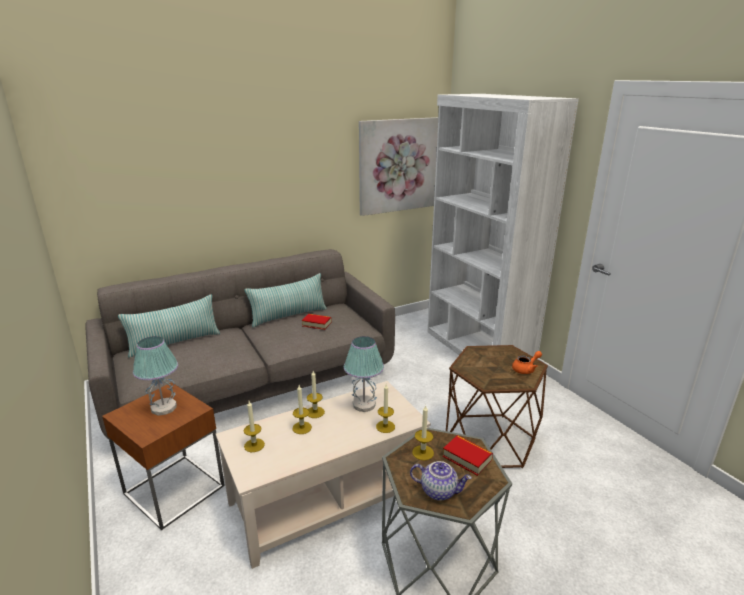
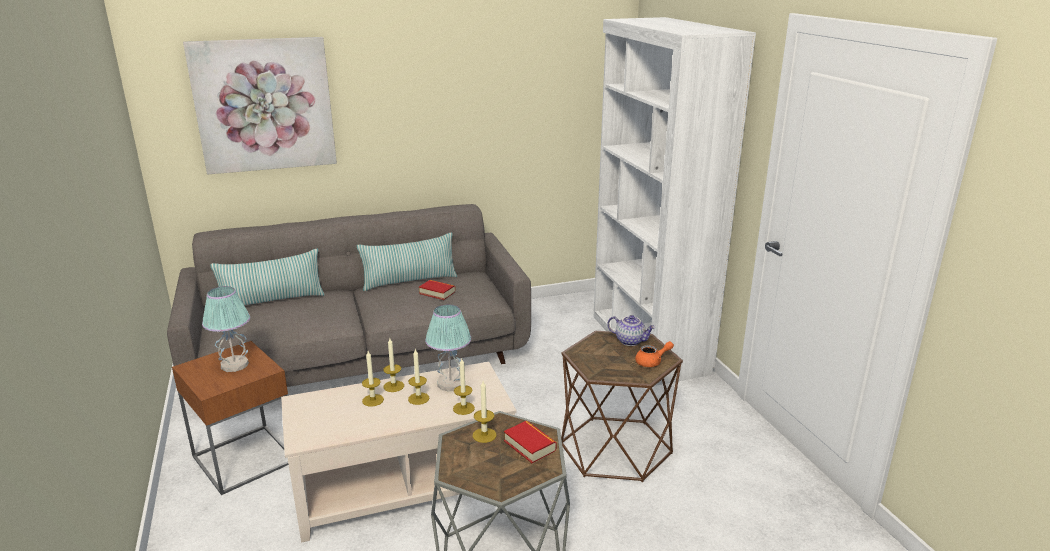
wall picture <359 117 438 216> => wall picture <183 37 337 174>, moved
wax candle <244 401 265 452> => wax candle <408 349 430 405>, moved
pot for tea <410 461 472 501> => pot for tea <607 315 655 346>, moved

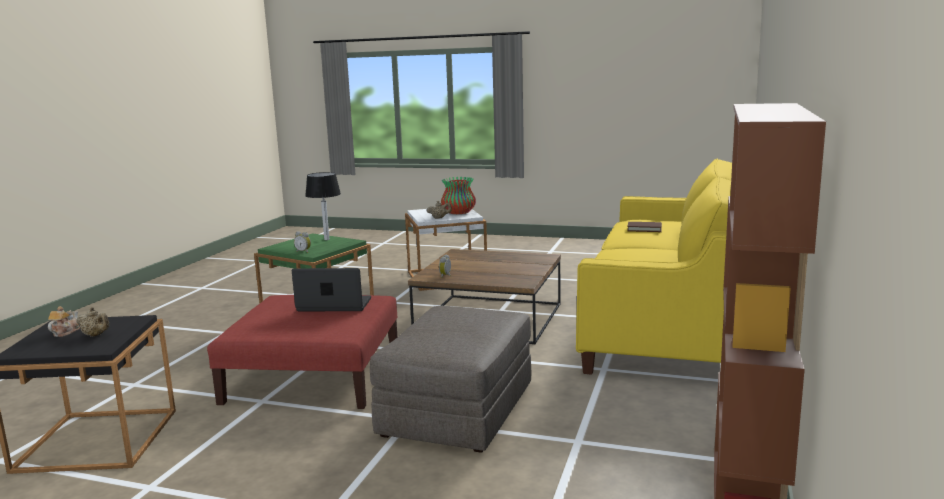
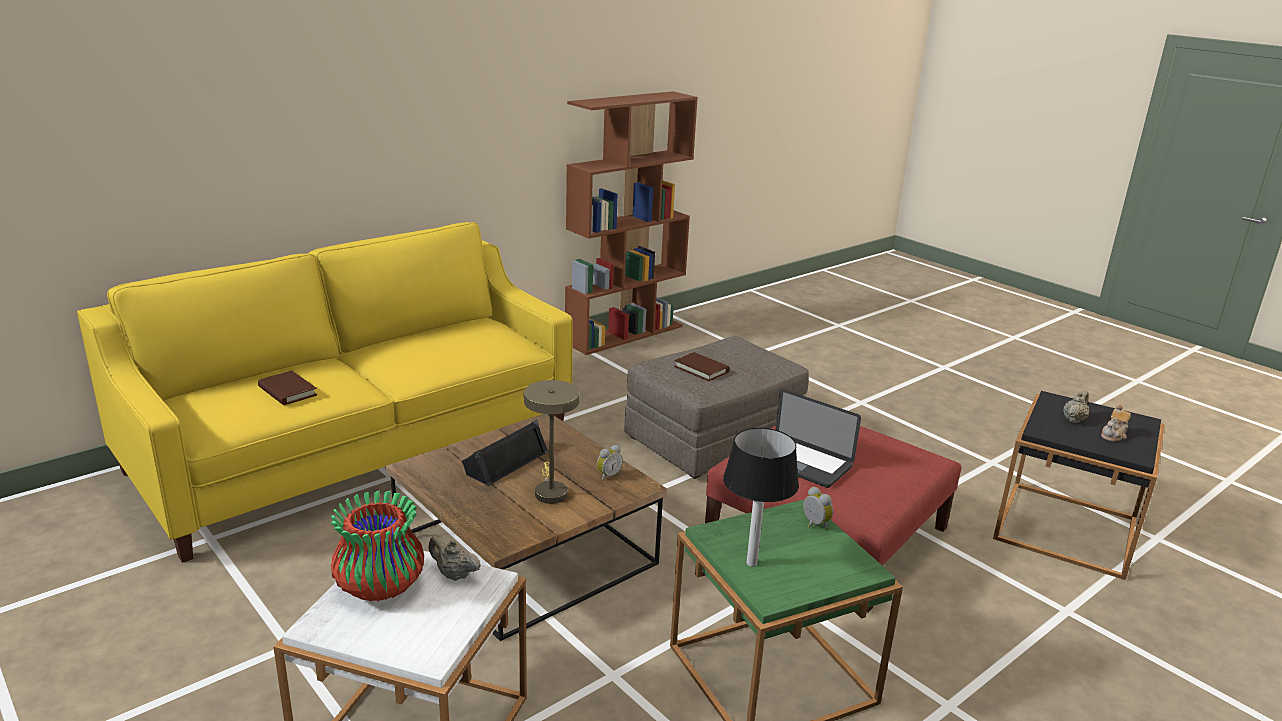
beige pot for tea <76 307 109 337> => beige pot for tea <1063 390 1089 423>, 75 degrees clockwise
nothing => brownish book <674 352 730 381>
nothing => beige tabletop lamp <524 380 579 504>
nothing => blackish audio speaker <462 420 549 486>

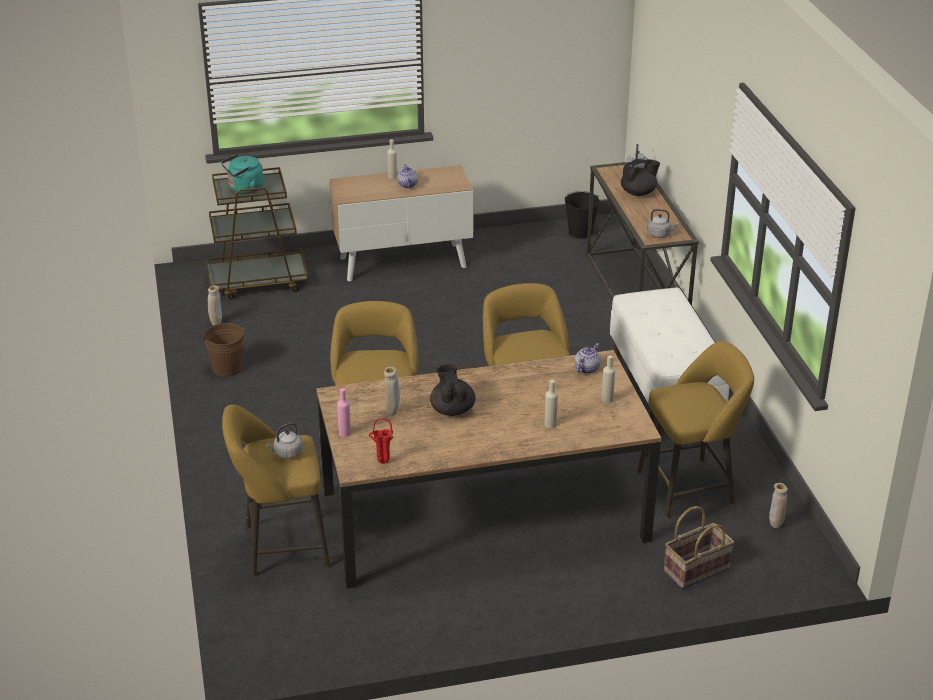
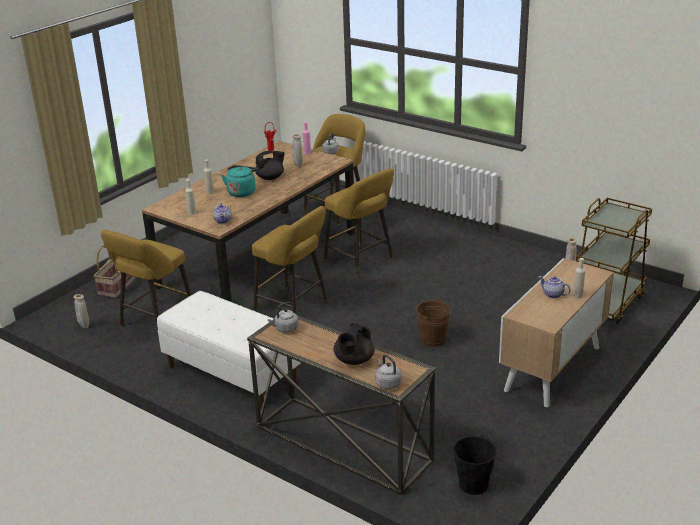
turquoise-coloured kettle <221 154 264 194> => turquoise-coloured kettle <221 165 258 197>, moved
brownish water bucket <202 323 246 377> => brownish water bucket <416 299 451 347>, moved
blackish pot for tea <430 364 476 416> => blackish pot for tea <255 151 285 180>, 60 degrees counterclockwise

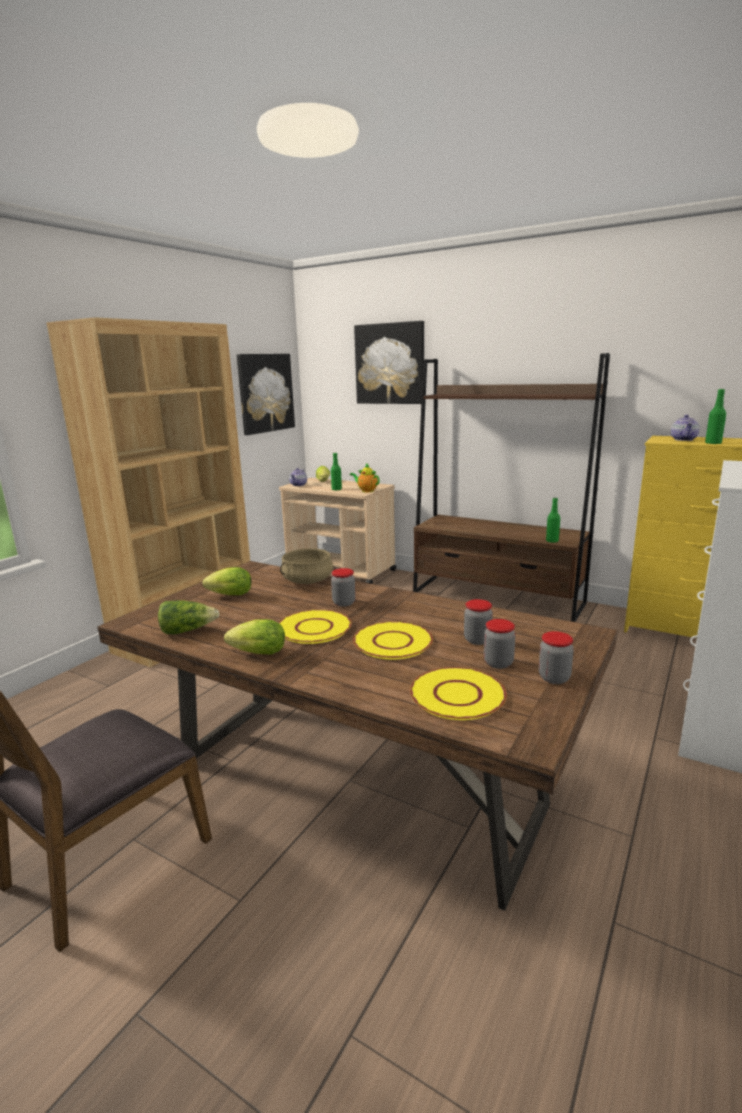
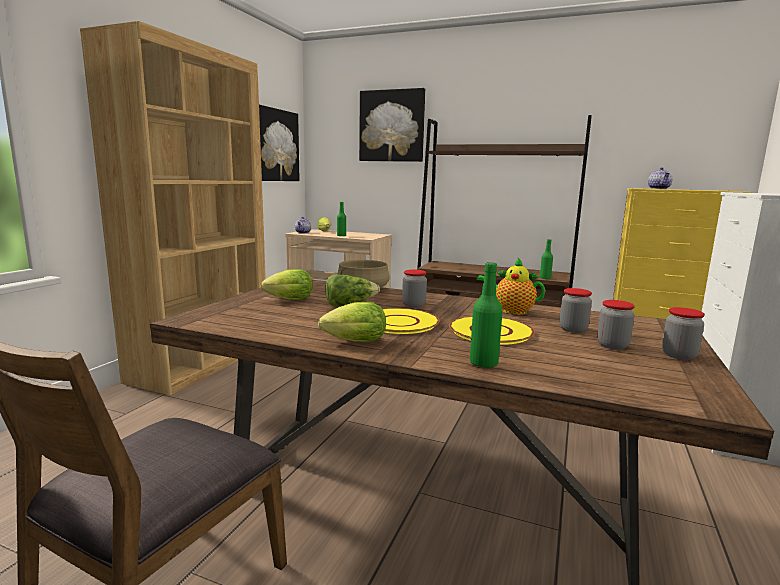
green-coloured beverage bottle <705 389 726 445> => green-coloured beverage bottle <470 262 503 368>, moved
pot for tea <350 463 380 492> => pot for tea <477 258 545 315>, moved
lettuce <158 600 220 634> => lettuce <325 275 380 307>, moved
yellow dinner plate <410 667 507 720> => nothing

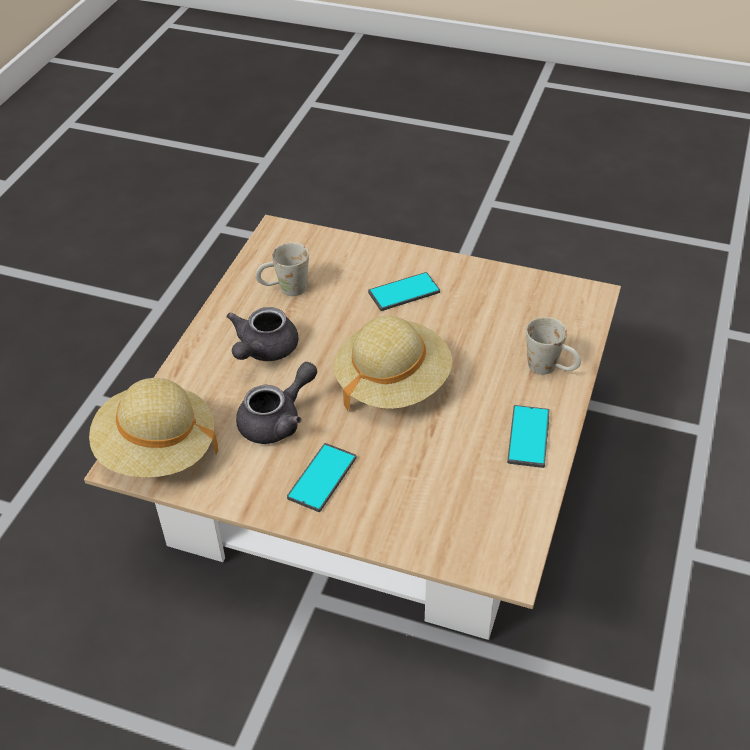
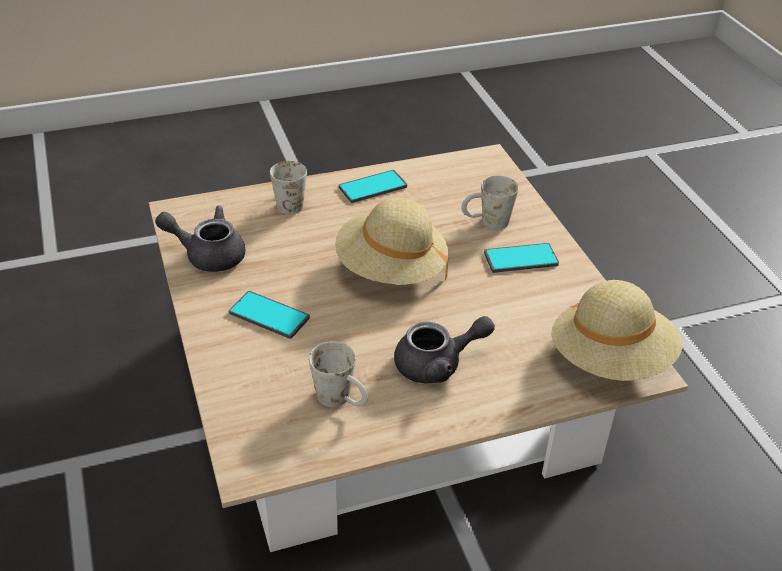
grey pot for tea <236 362 317 444> => grey pot for tea <155 206 246 272>, moved
nothing => white-coloured mug <461 176 519 230>

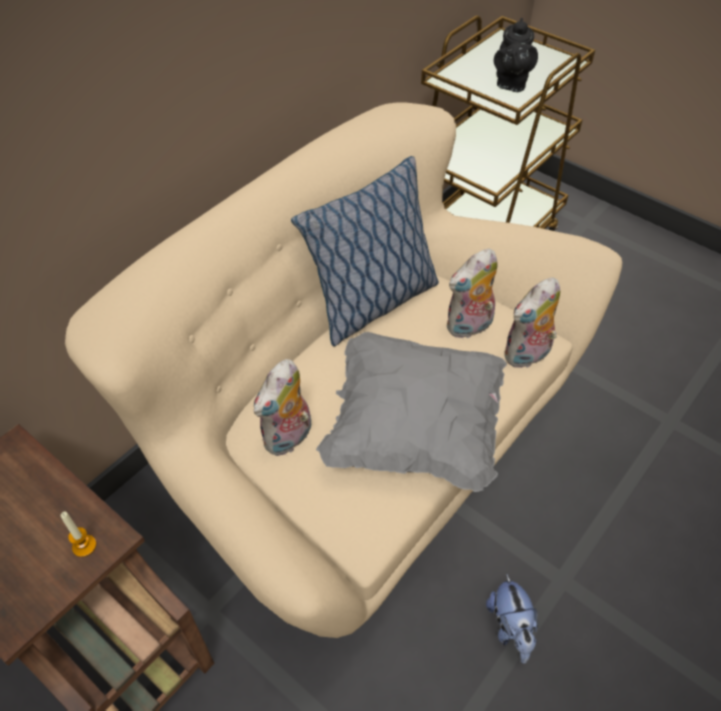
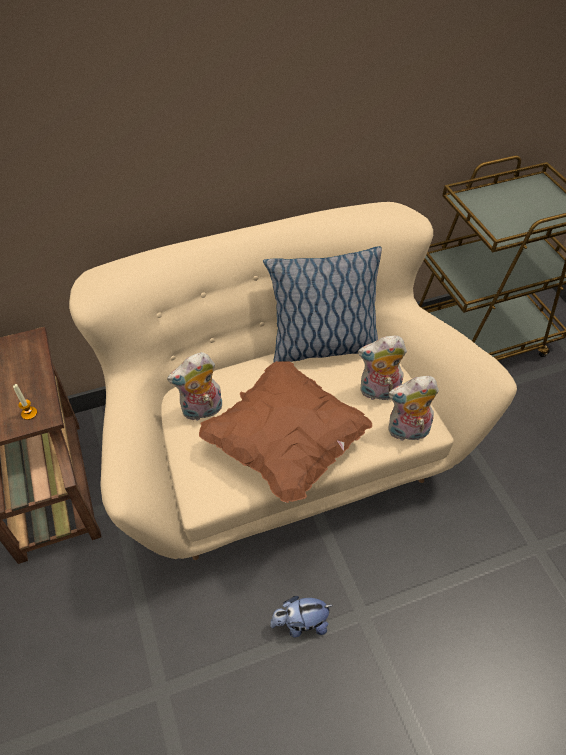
blackish pot for tea <494 18 538 92> => nothing
grey cushion <316 332 507 492> => brownish cushion <199 361 372 503>
soft toy <486 573 538 664> => soft toy <270 596 333 638>, 60 degrees clockwise

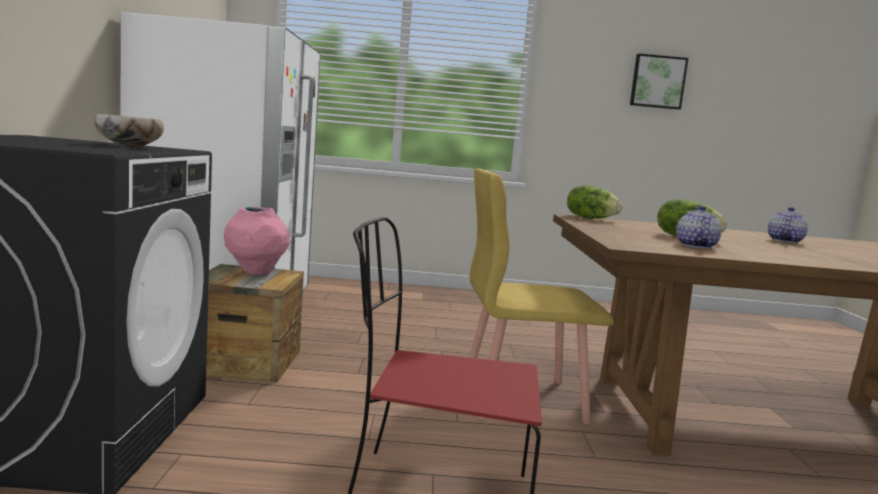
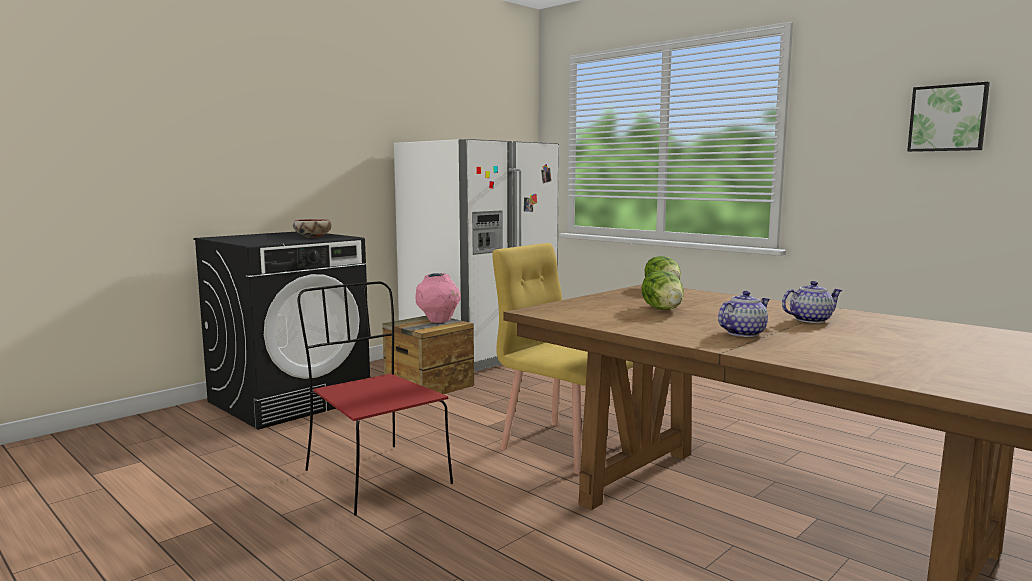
pot for tea <676 206 722 249> => pot for tea <718 291 770 337>, moved

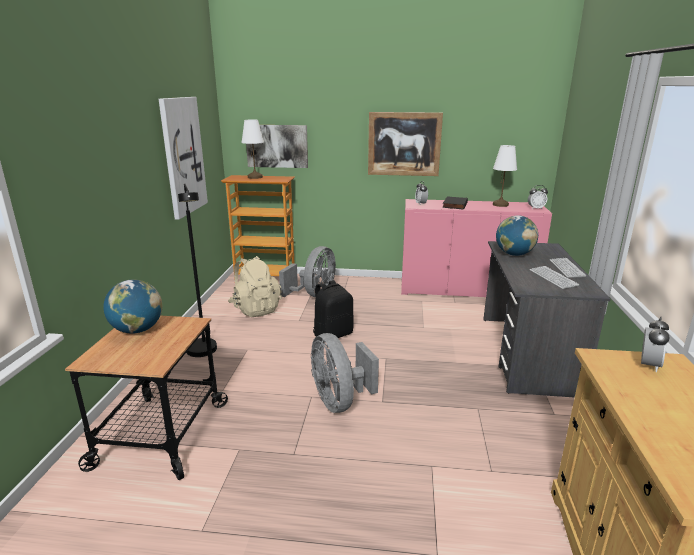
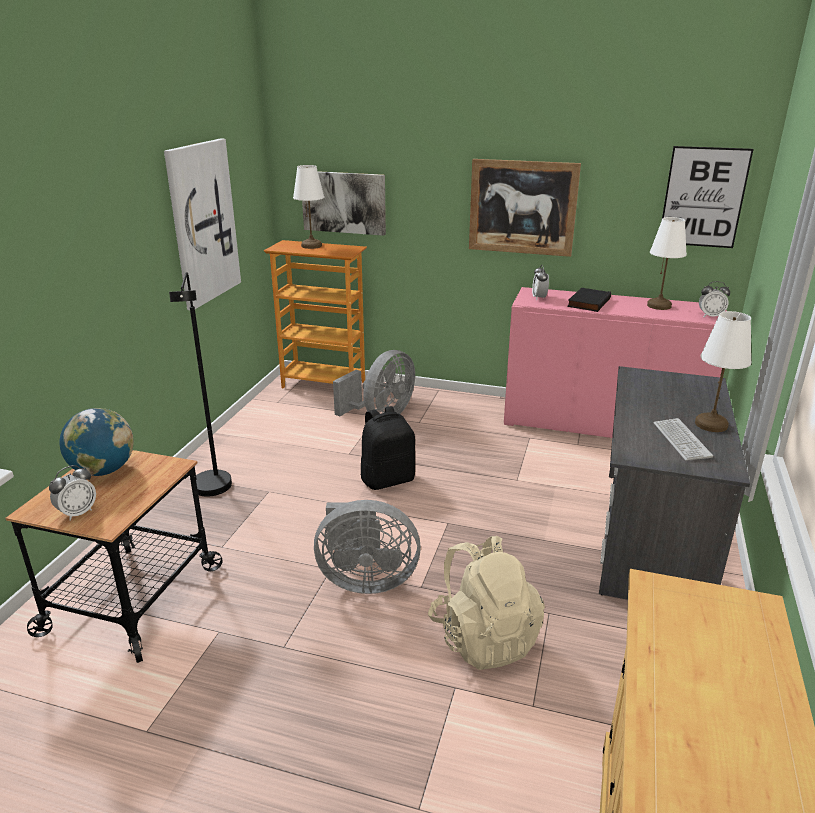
globe <496 216 538 256> => nothing
beige knapsack <228 256 282 317> => beige knapsack <428 535 545 670>, moved
keyboard <550 258 586 278> => white-coloured tabletop lamp <695 311 752 432>
bedside clock <641 316 670 372> => bedside clock <49 465 96 521>, moved
grey cooling fan <311 333 379 413> => grey cooling fan <314 500 421 594>, 75 degrees counterclockwise
nothing => wall picture <662 146 754 248>

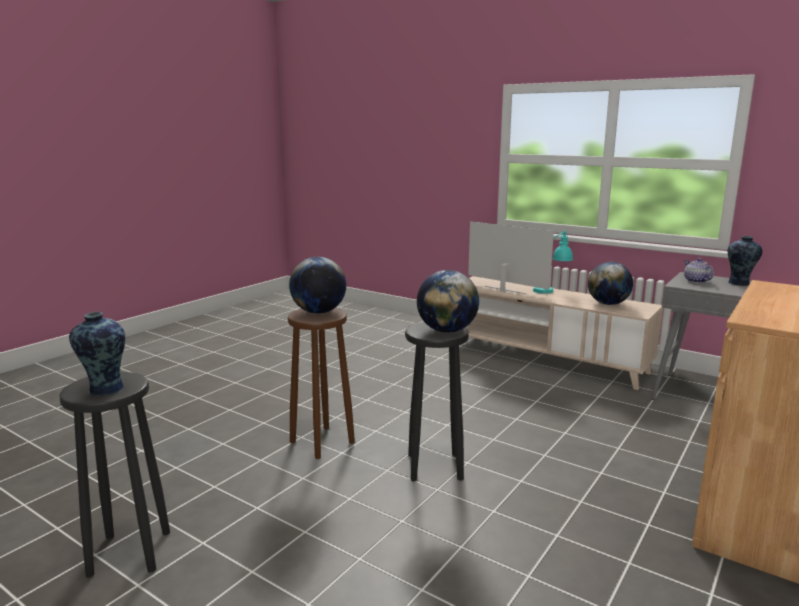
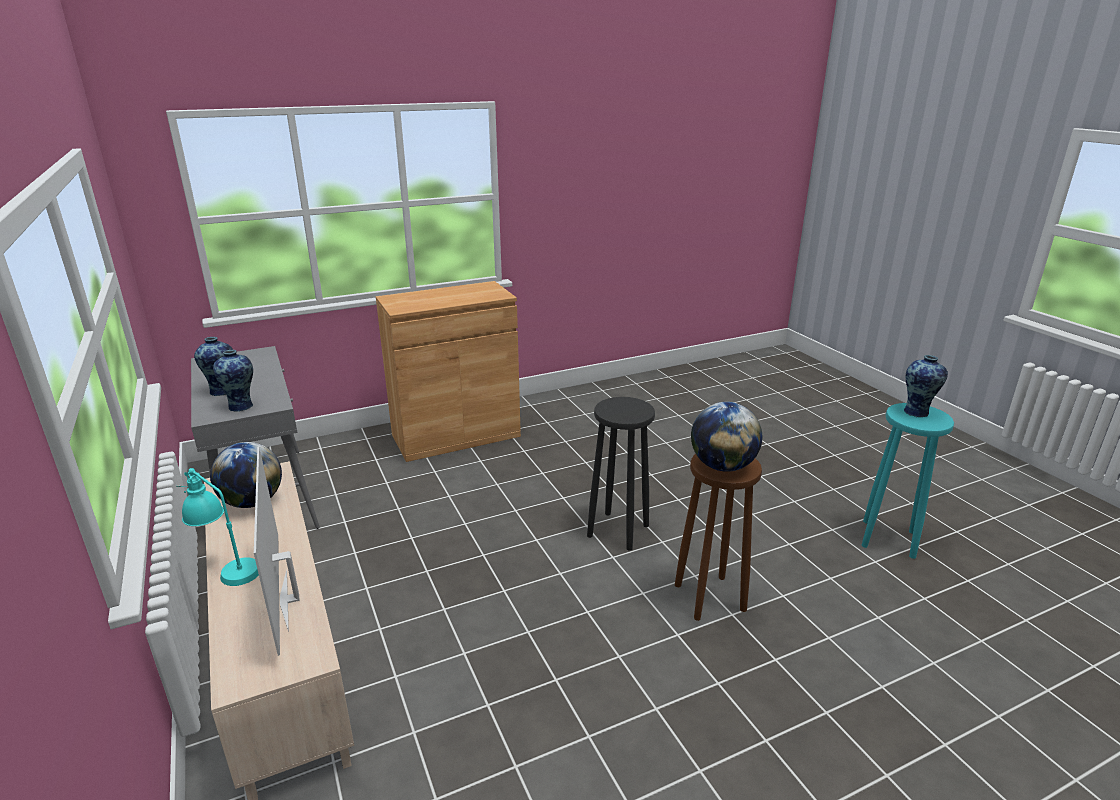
pot for tea <684 258 714 283> => vase <213 350 253 412>
globe <417 270 479 333> => nothing
blackish sitting stool <60 372 170 578> => turquoise-coloured sitting stool <862 403 954 559>

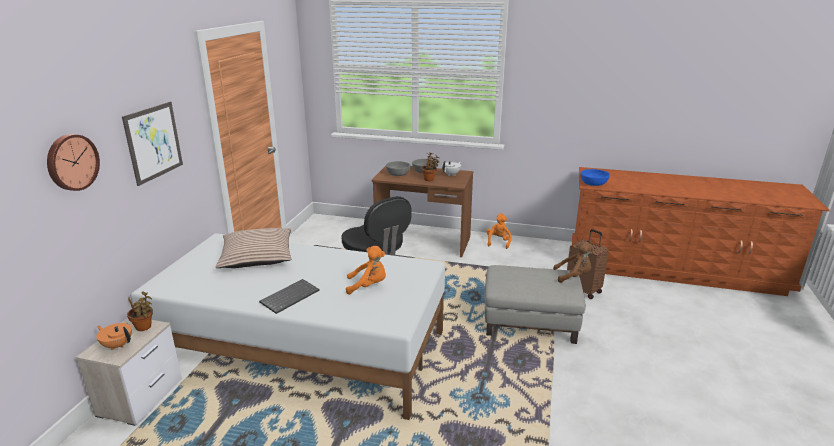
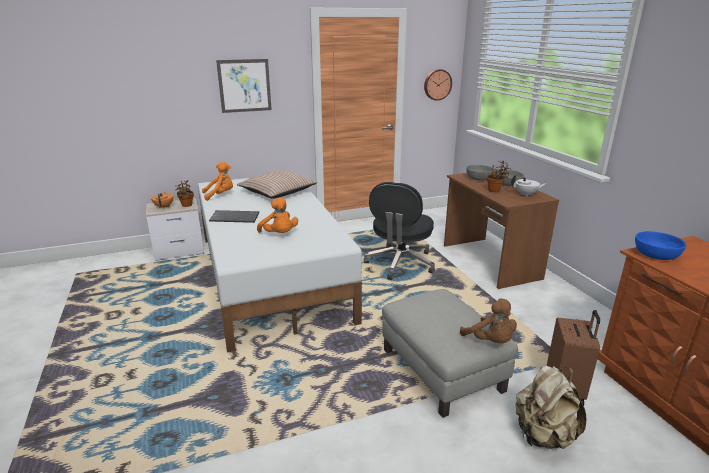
hanging clock <47 134 100 191> => hanging clock <424 69 452 101>, moved
orange soft toy <486 213 512 249> => orange soft toy <202 162 233 201>, moved
nothing => beige knapsack <516 365 586 449>

